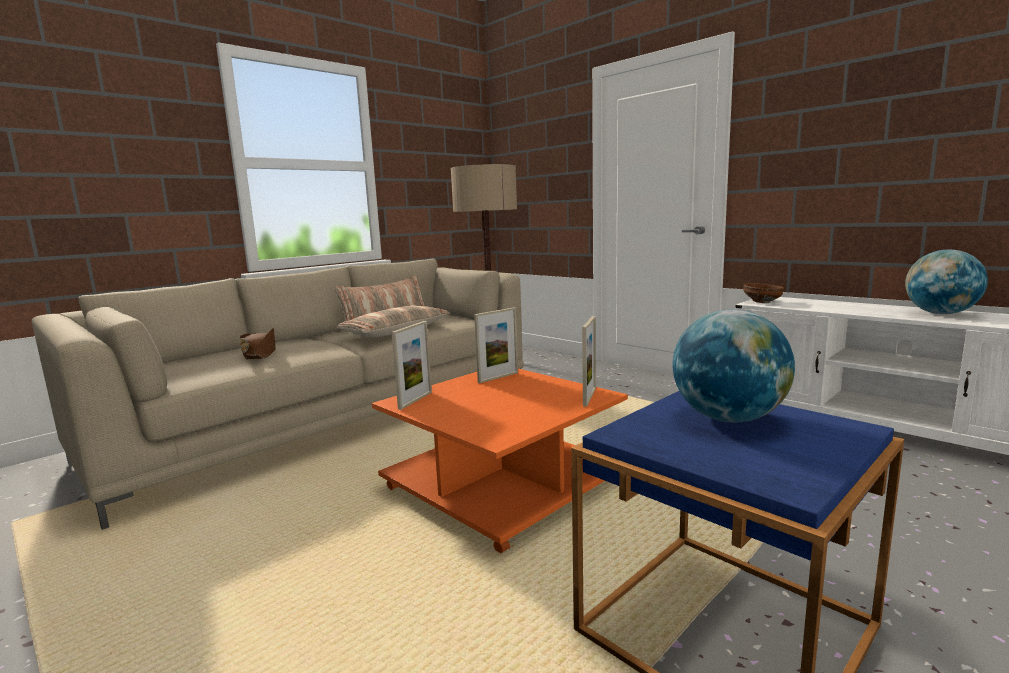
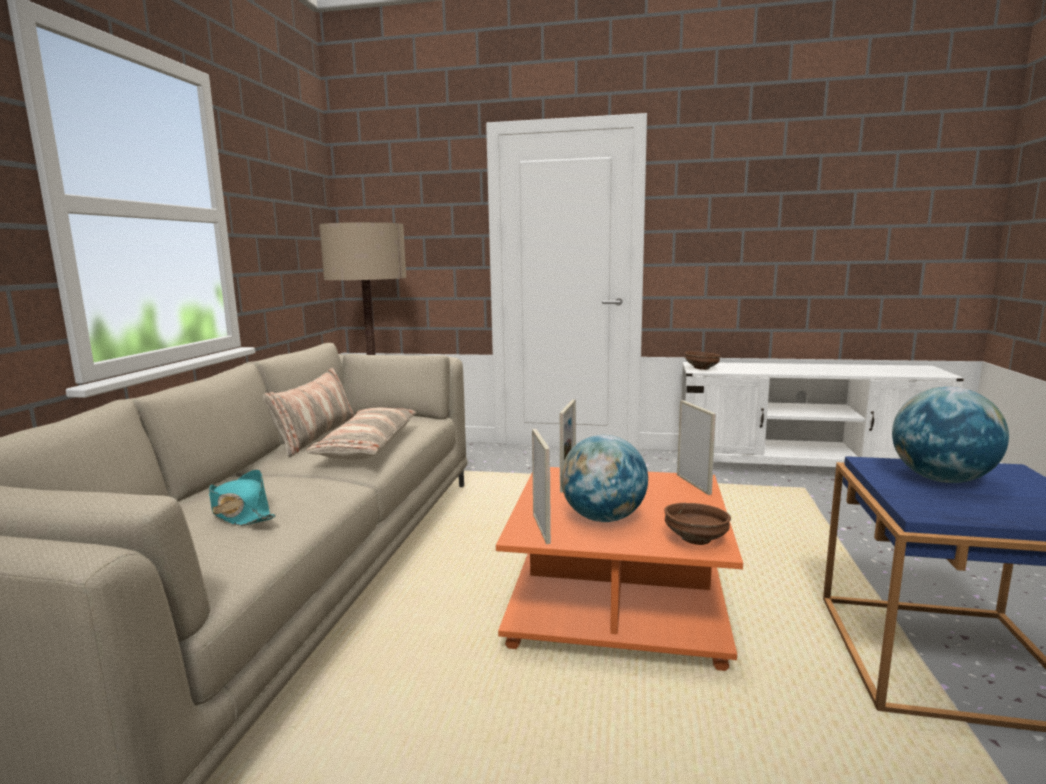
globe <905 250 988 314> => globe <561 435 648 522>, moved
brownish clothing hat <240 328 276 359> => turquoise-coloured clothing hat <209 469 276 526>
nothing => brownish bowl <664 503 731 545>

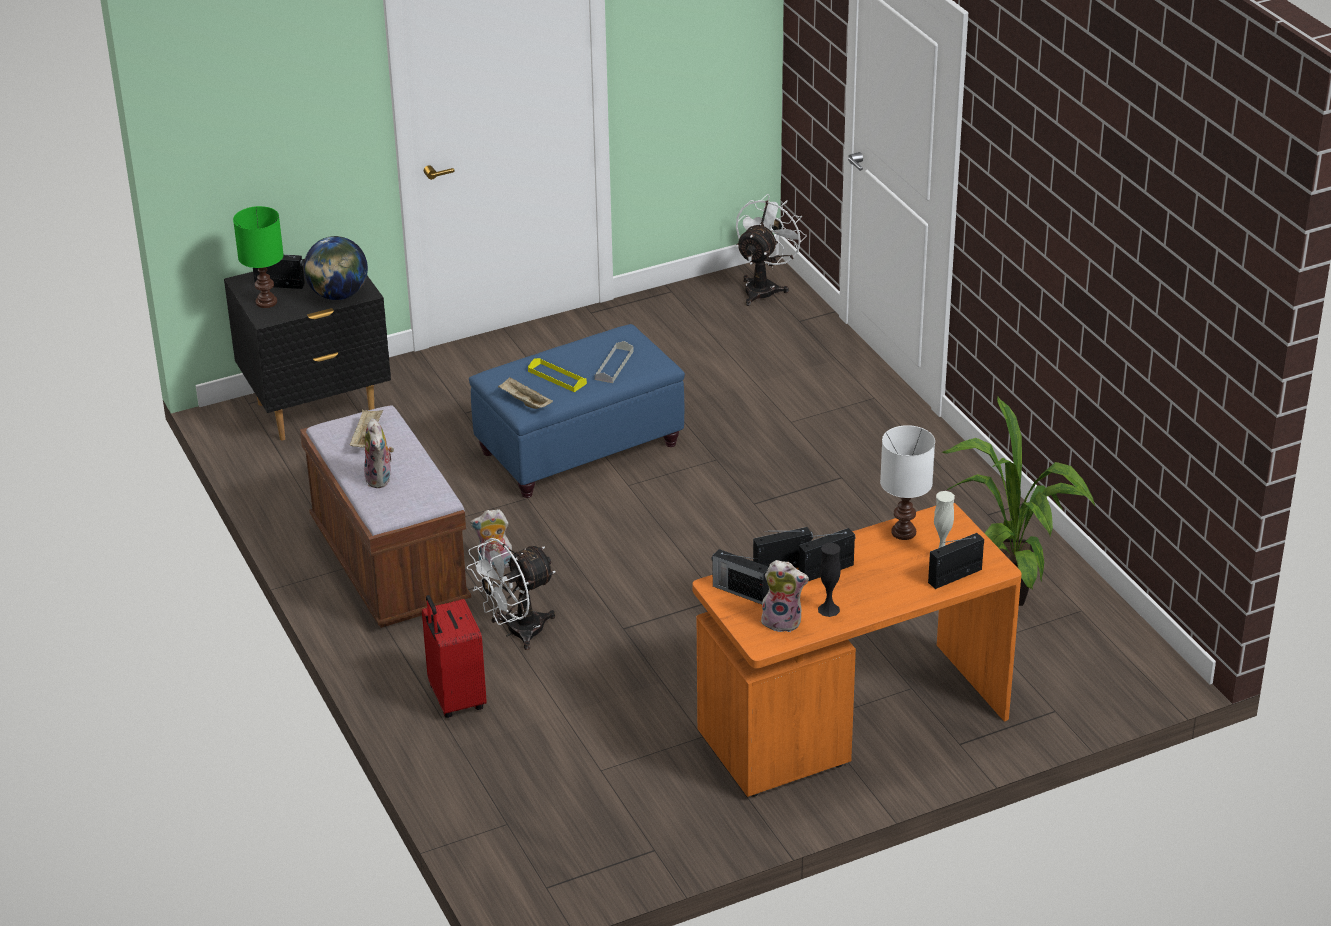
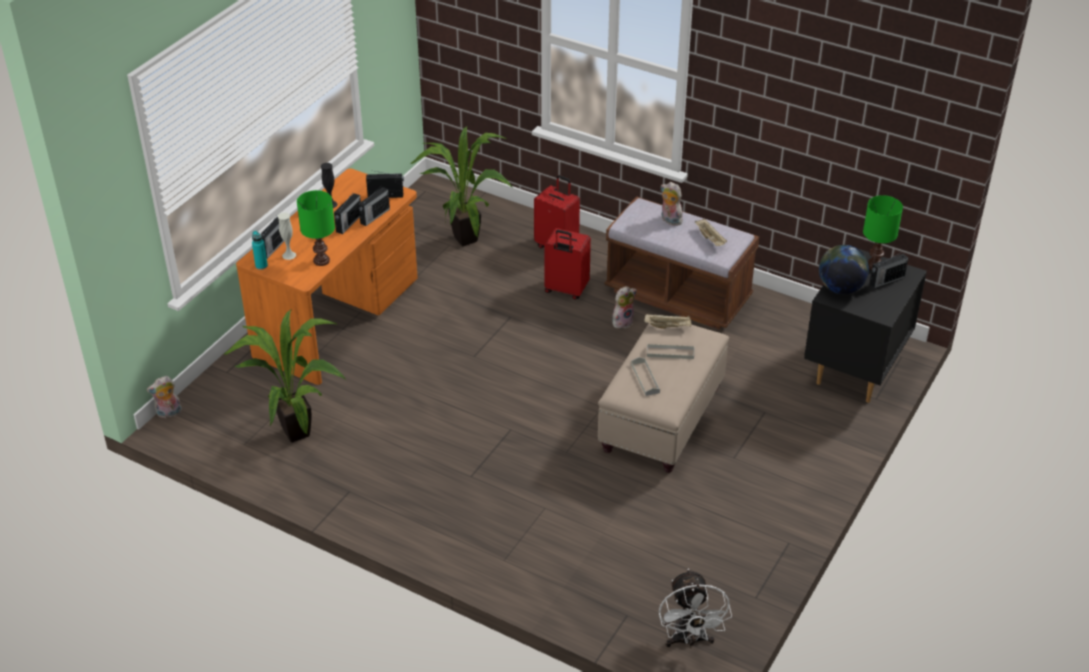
blue-coloured pouffe <469 324 685 498> => beige pouffe <598 323 729 473>
yellow tray <528 358 587 392> => grey tray <647 344 694 359>
white-coloured tabletop lamp <880 425 935 540> => green-coloured tabletop lamp <297 190 335 266>
white-coloured cooling fan <467 538 556 650> => red suitcase <545 228 591 300>
soft toy <761 560 809 632> => soft toy <147 376 182 418>, moved
nothing => plant in a pot <410 126 513 246>
nothing => turquoise-coloured beverage bottle <252 231 268 270>

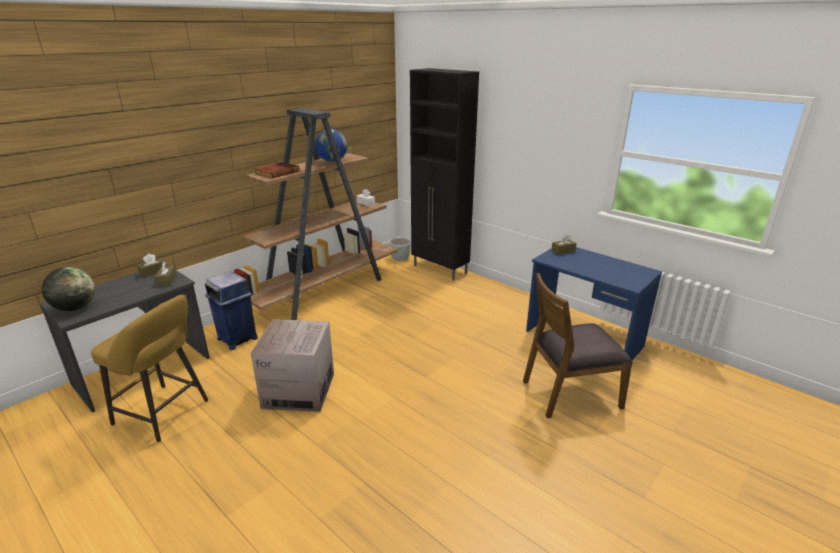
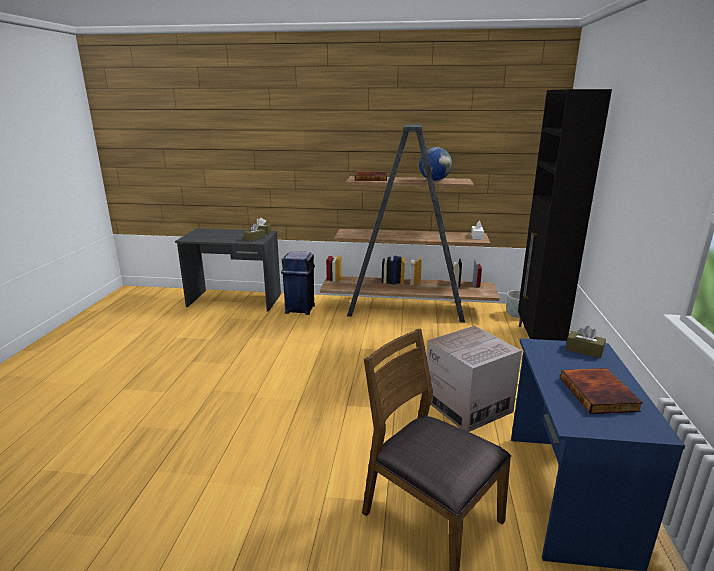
globe <42 267 95 311> => nothing
yellow sitting stool <91 295 208 442> => nothing
cardboard box <251 319 334 412> => cardboard box <427 326 522 432>, moved
nothing => book <560 368 643 414>

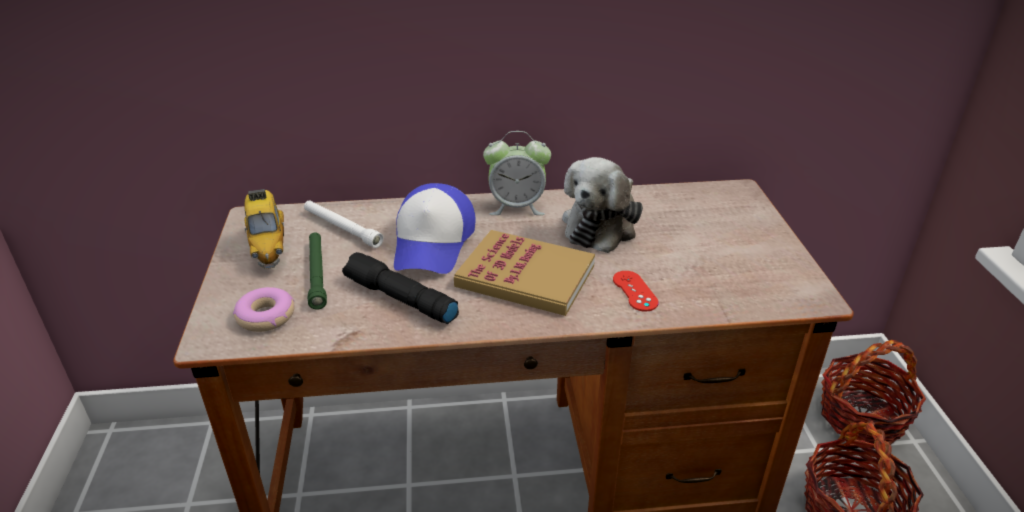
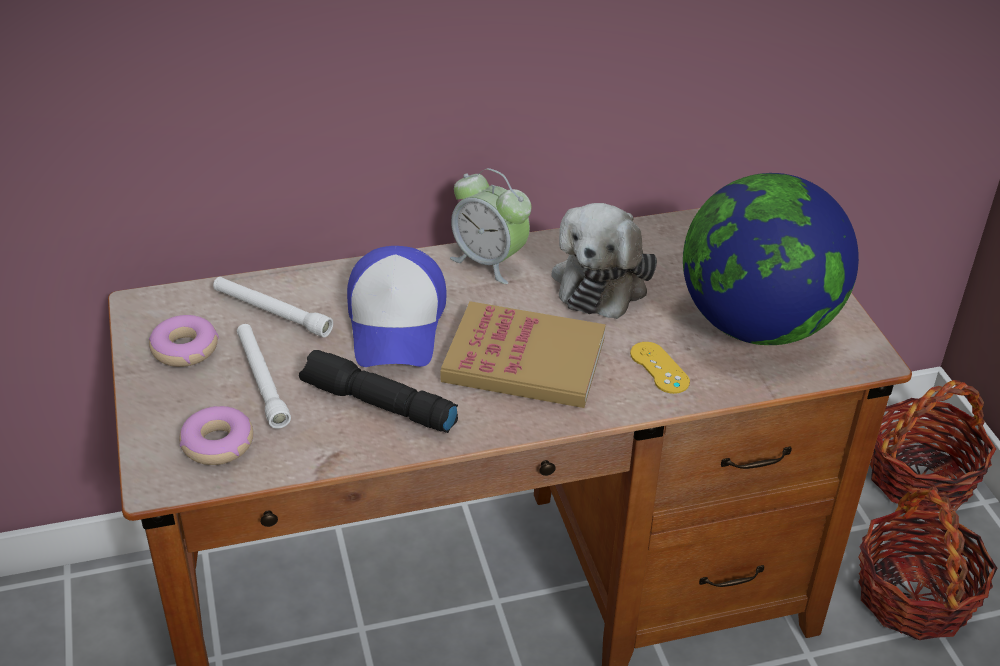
bedside clock <483 131 551 215> => bedside clock <450 168 531 284>, 45 degrees clockwise
toy car <244 189 284 269> => doughnut <149 315 219 367>
green-coloured flashlight <308 232 327 310> => white-coloured flashlight <237 324 291 429>
red game controller <613 271 658 312> => yellow game controller <630 342 690 394>
nothing => globe <683 173 859 345>

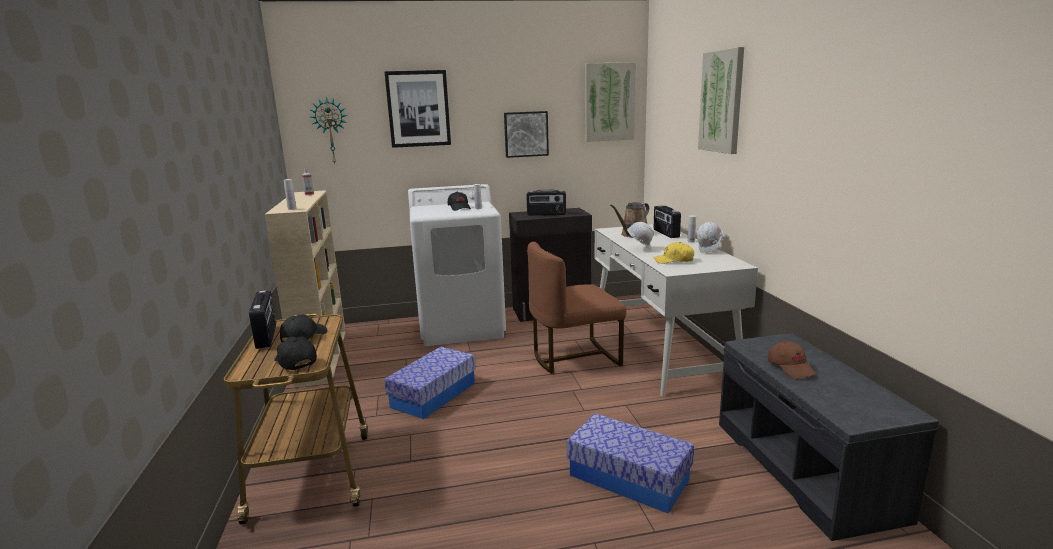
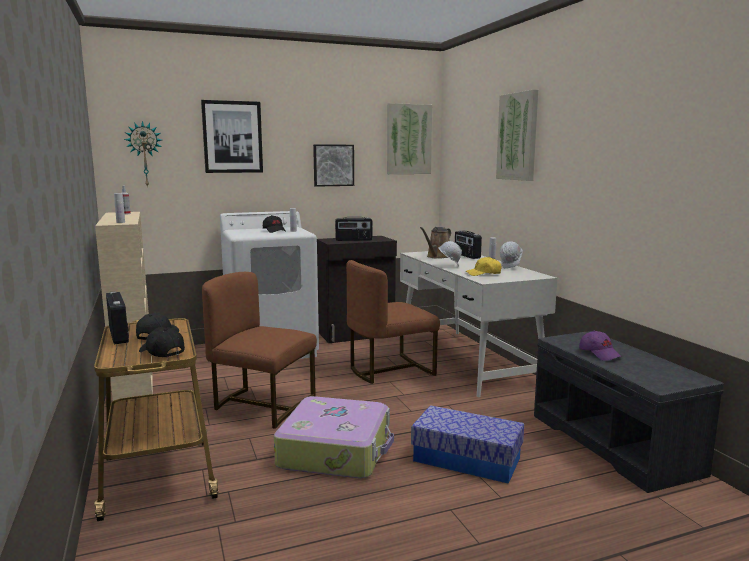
brownish peaked cap <768 341 817 379> => purple peaked cap <579 330 622 361>
storage bin <384 347 476 419> => brownish plain chair <202 272 317 429>
nothing => suitcase <274 396 394 478>

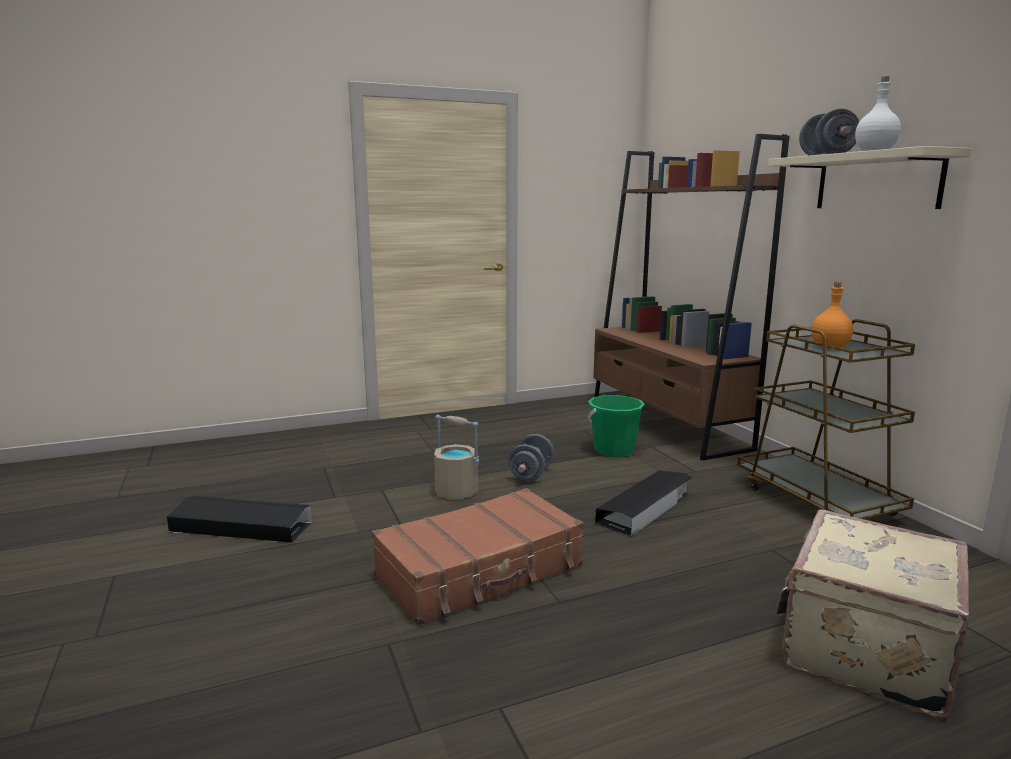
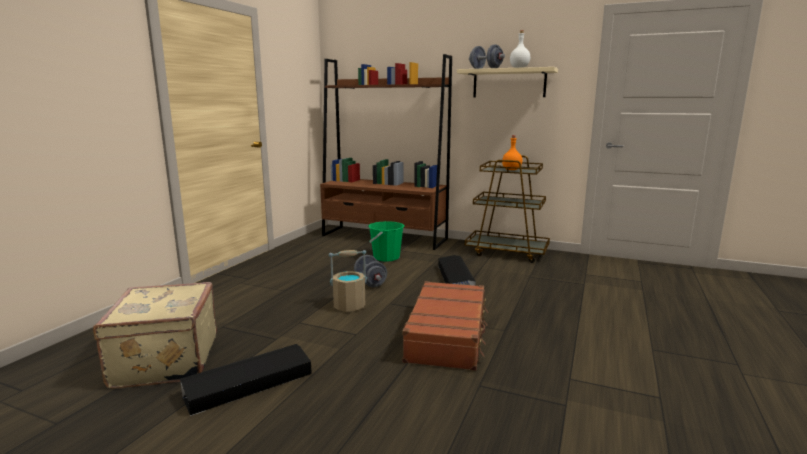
beige suitcase <776 509 969 719> => beige suitcase <93 282 217 389>, moved

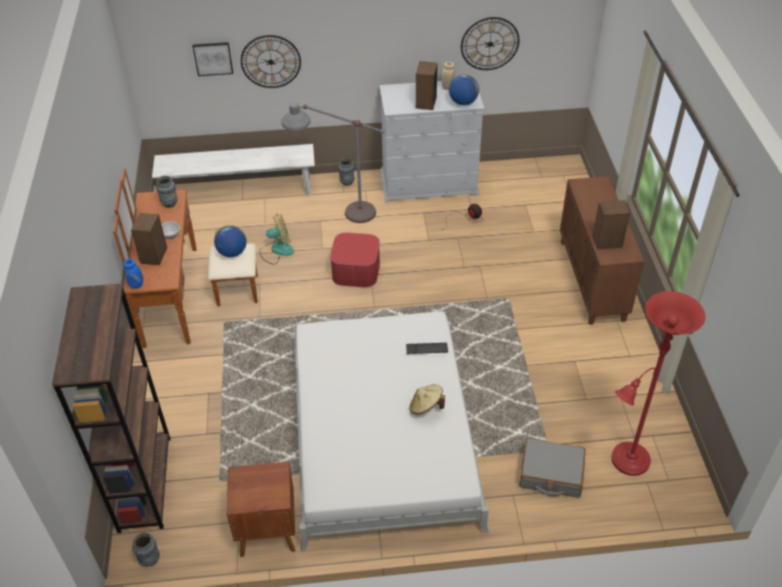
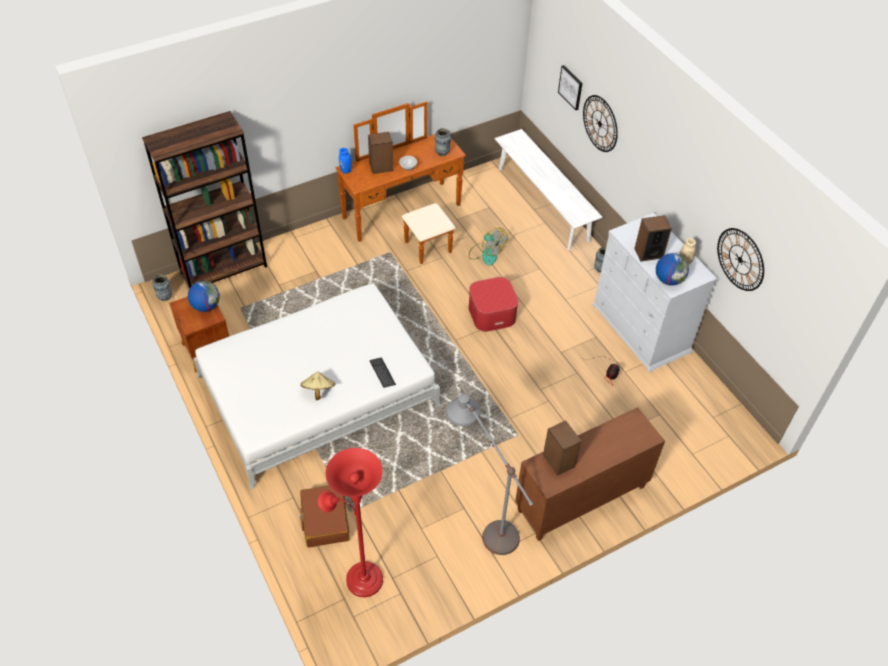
grey floor lamp <281 102 385 223> => grey floor lamp <446 393 533 555>, moved
globe <214 225 247 257> => globe <188 281 220 312>, moved
grey suitcase <519 438 586 498> => brownish suitcase <300 486 350 548>

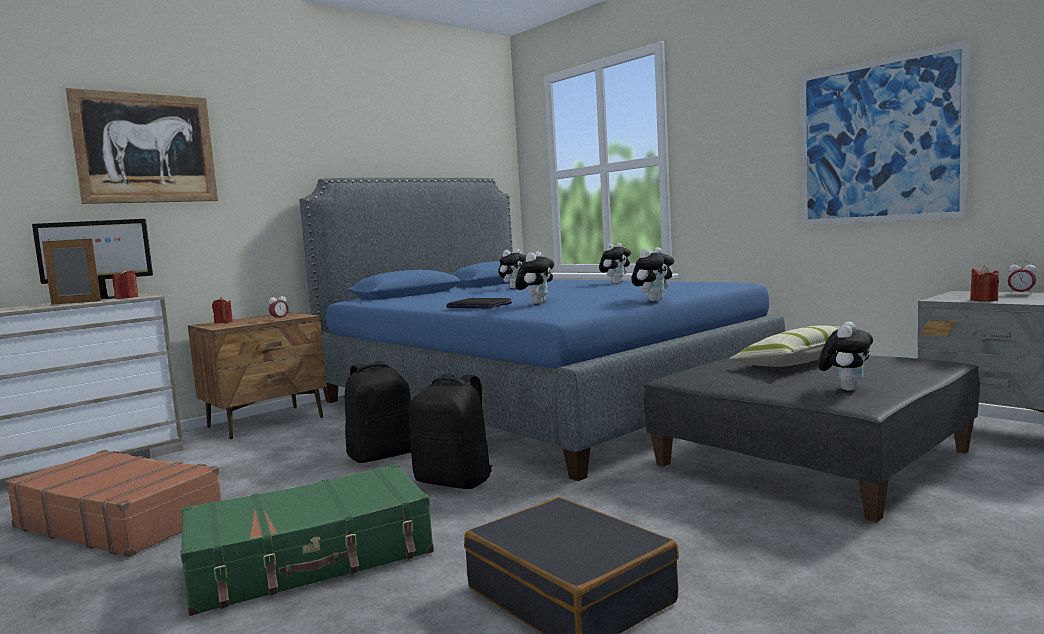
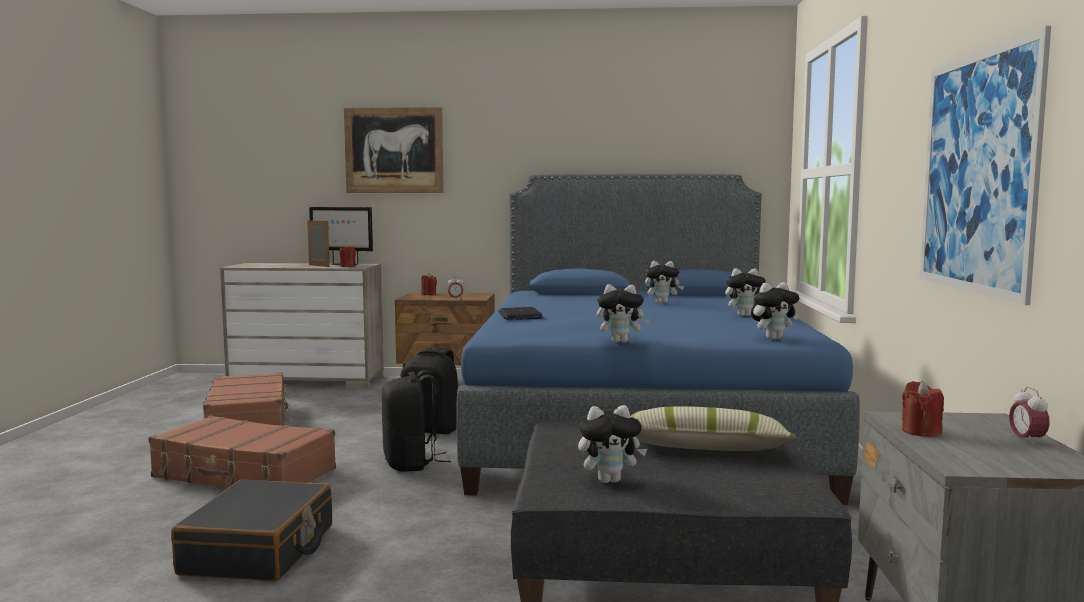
soft toy <515 251 554 304> => soft toy <751 282 799 340>, moved
green-coloured suitcase <181 464 434 616> => brownish suitcase <148 416 336 488>

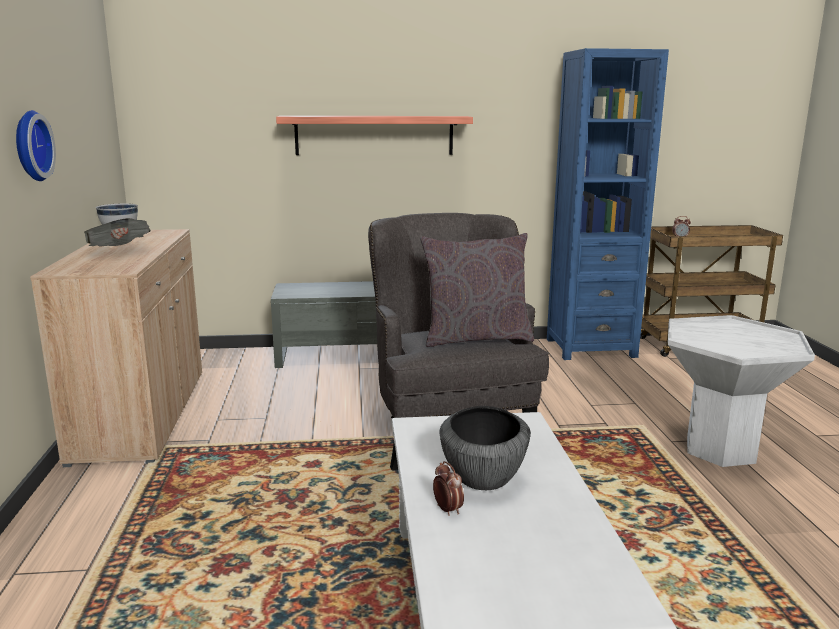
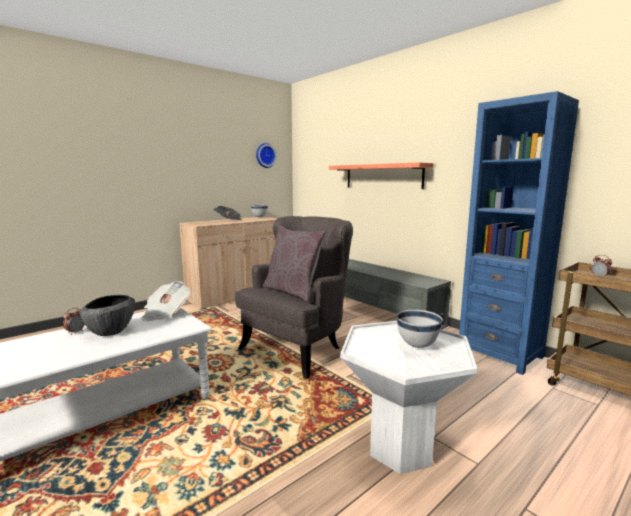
hanging clock <16 110 56 181> => hanging clock <256 143 277 168>, moved
nothing => newspaper <142 281 191 321>
nothing => white-coloured bowl <397 310 443 348>

